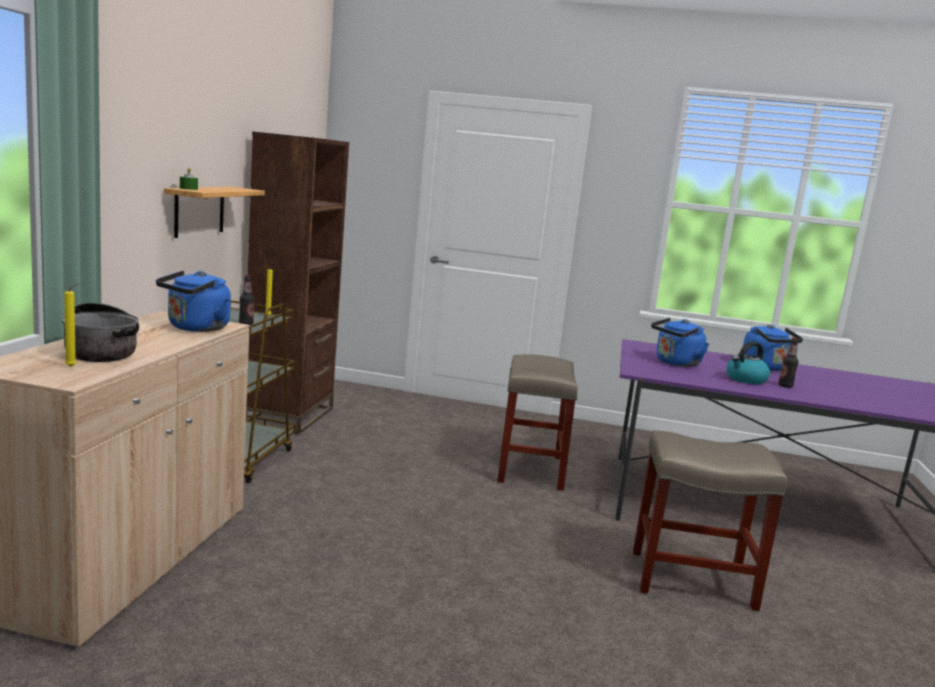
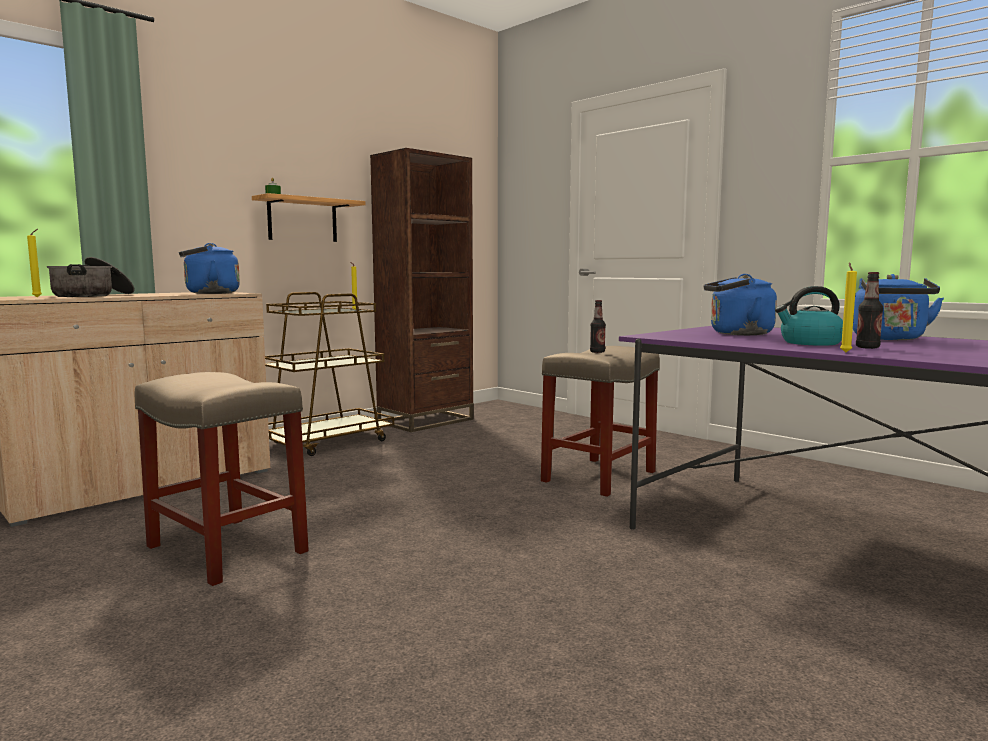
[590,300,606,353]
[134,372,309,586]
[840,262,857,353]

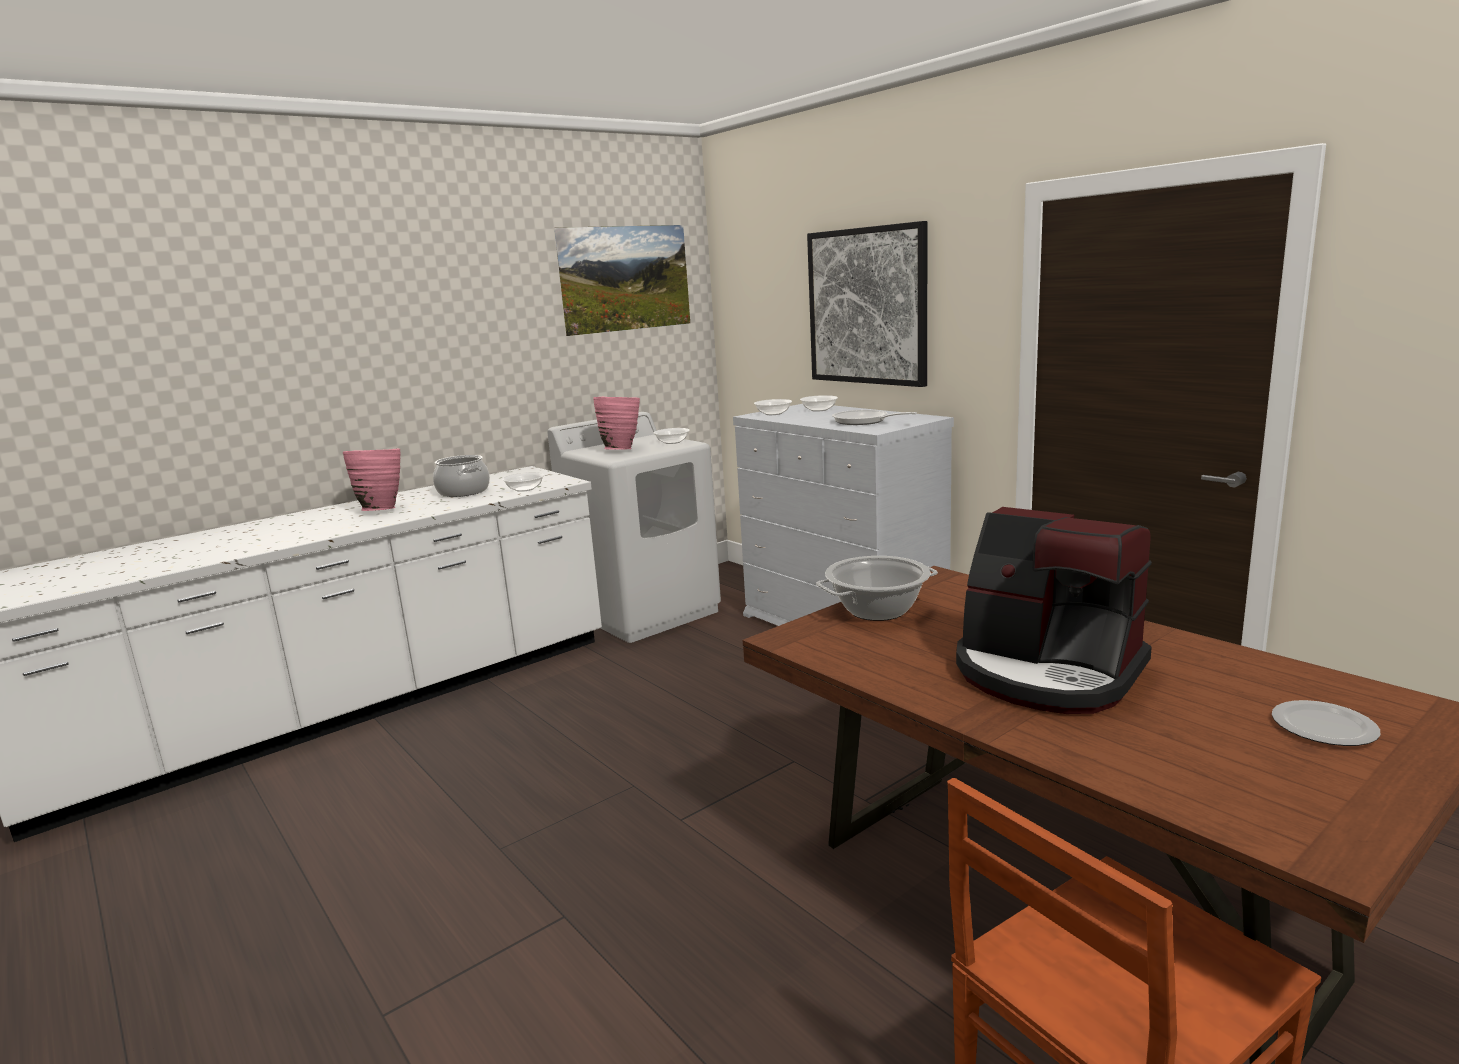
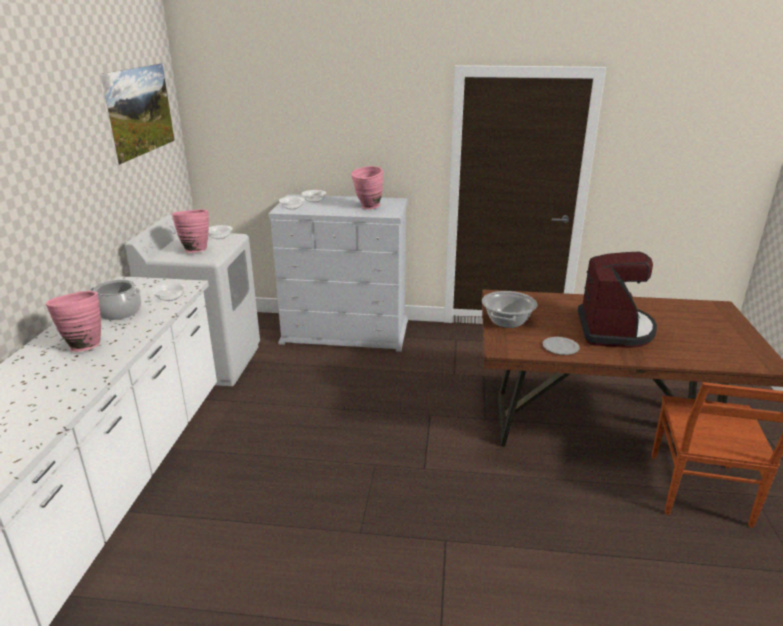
[807,221,927,387] (first image)
[351,166,383,209]
[578,252,657,348]
[542,337,580,355]

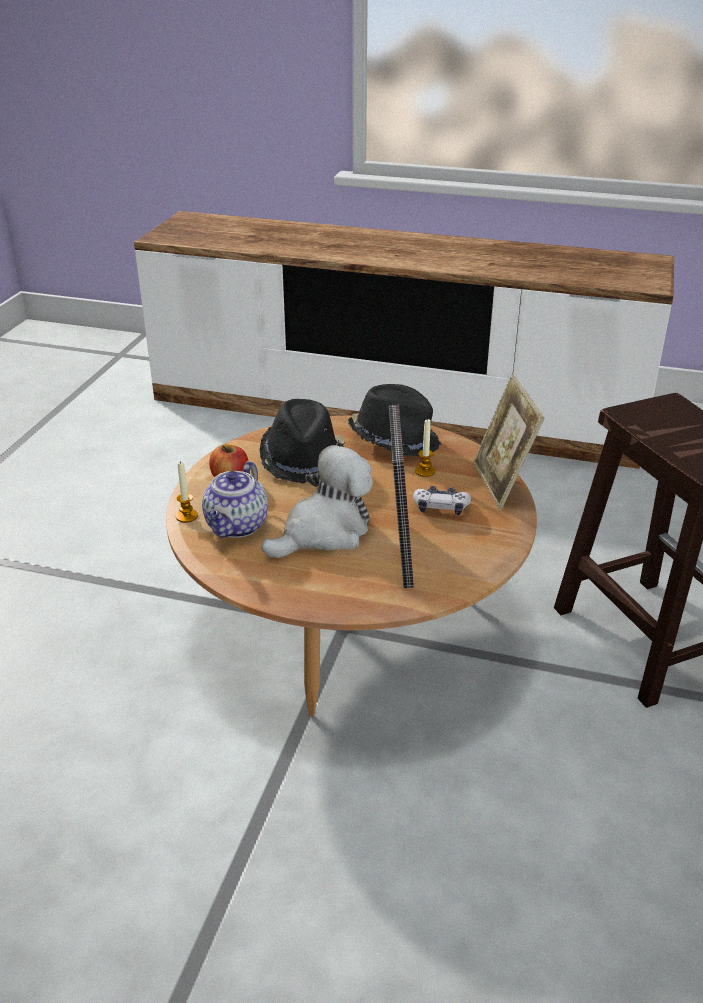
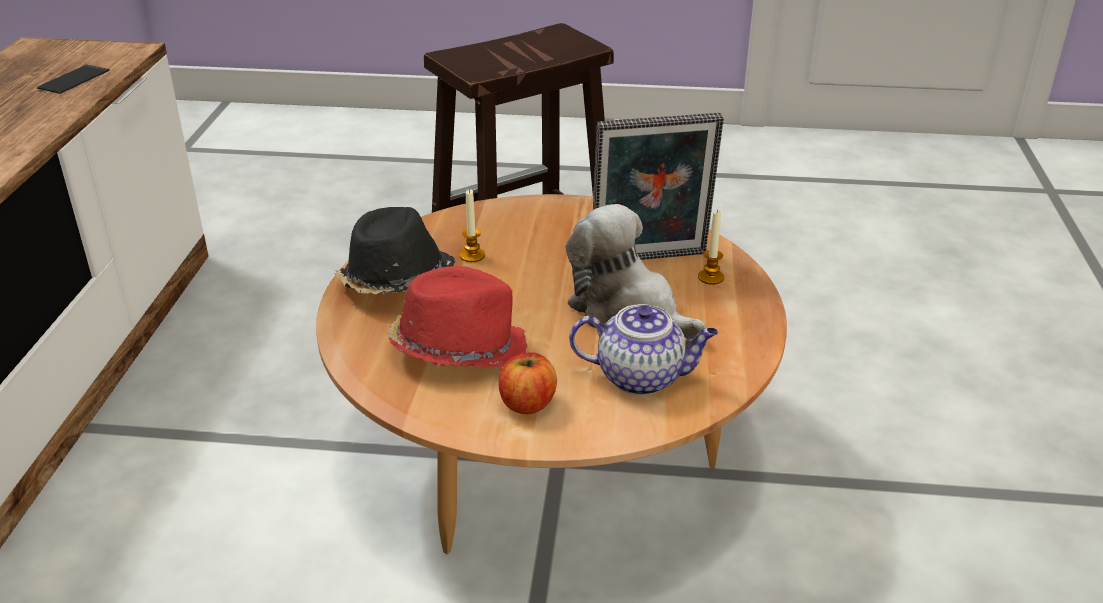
[473,375,545,509] (first image)
[387,266,527,367]
[698,209,724,285]
[413,486,471,515] (first image)
[37,64,110,94]

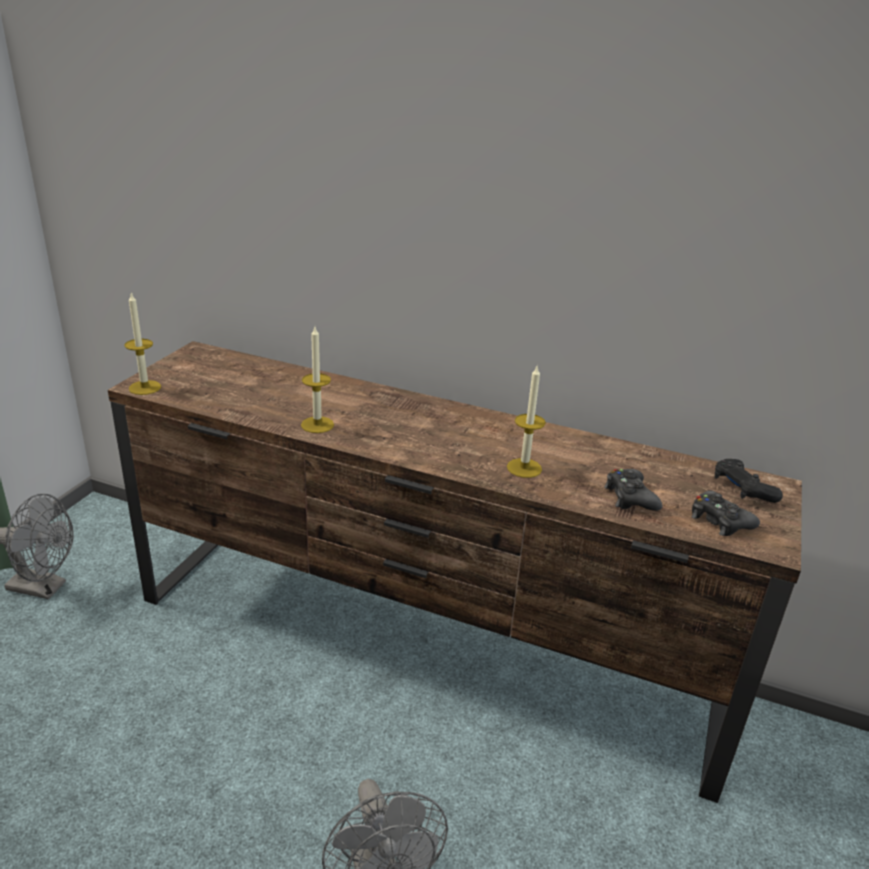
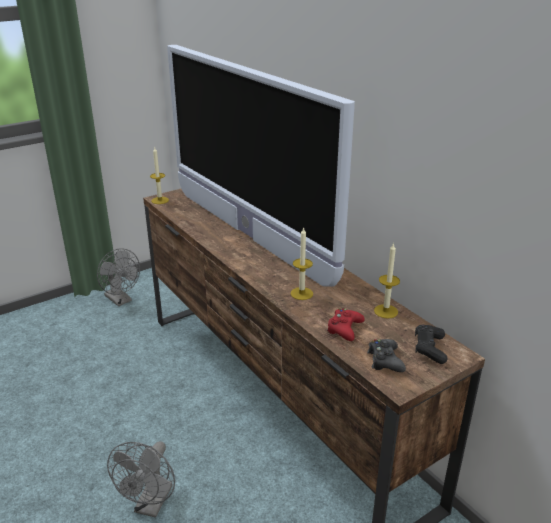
[374,243,400,319]
[327,308,365,341]
[167,45,355,287]

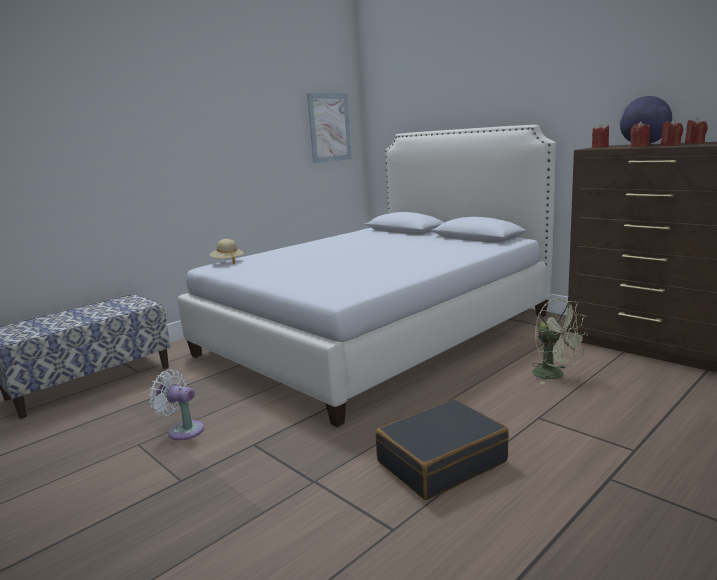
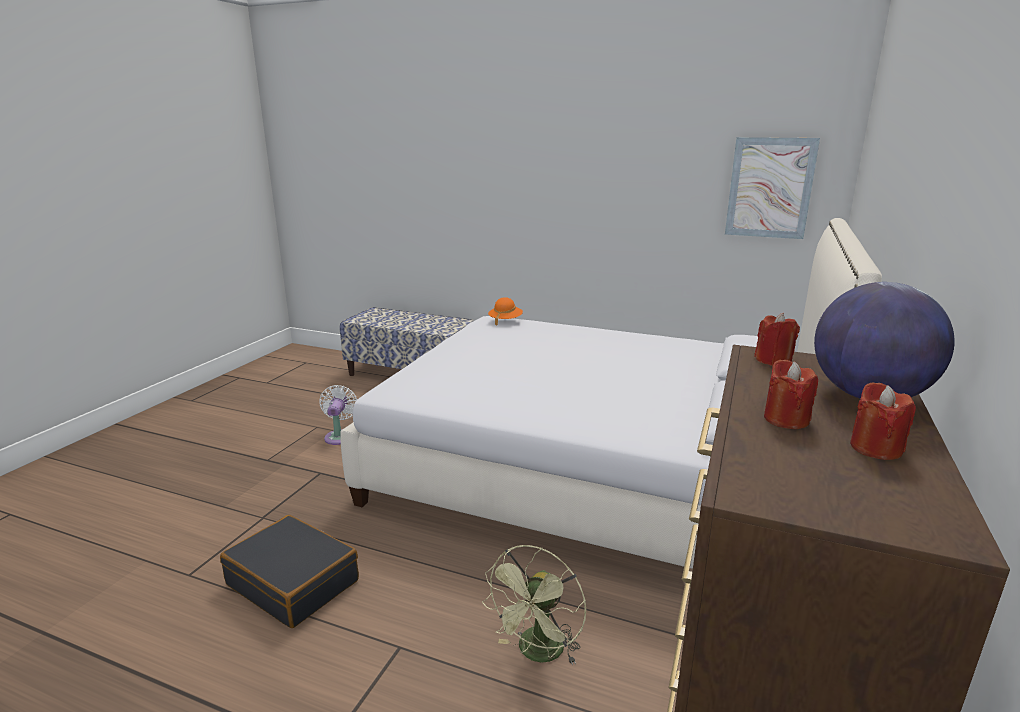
[630,122,650,148] (first image)
[488,297,523,325]

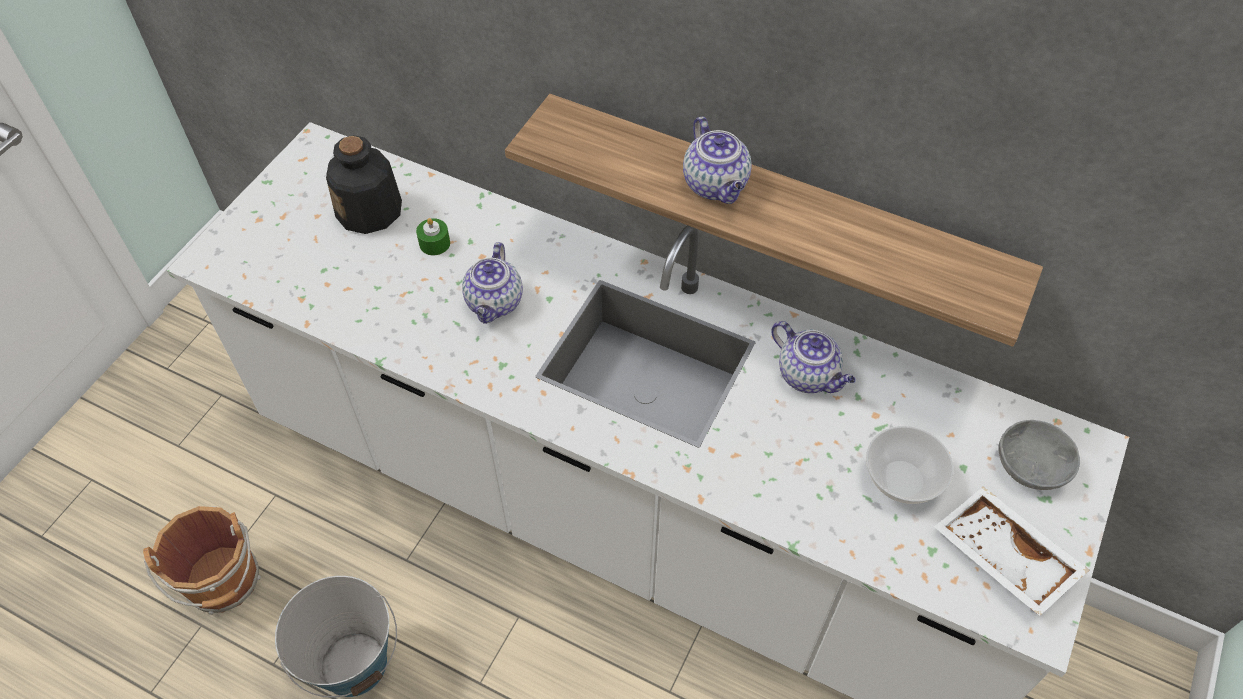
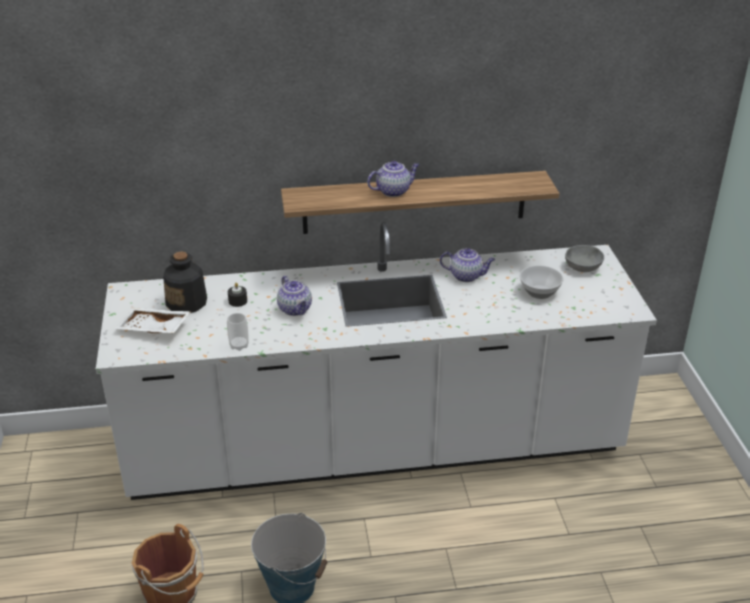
[367,161,420,197]
[228,283,247,307]
[115,308,191,333]
[227,313,249,351]

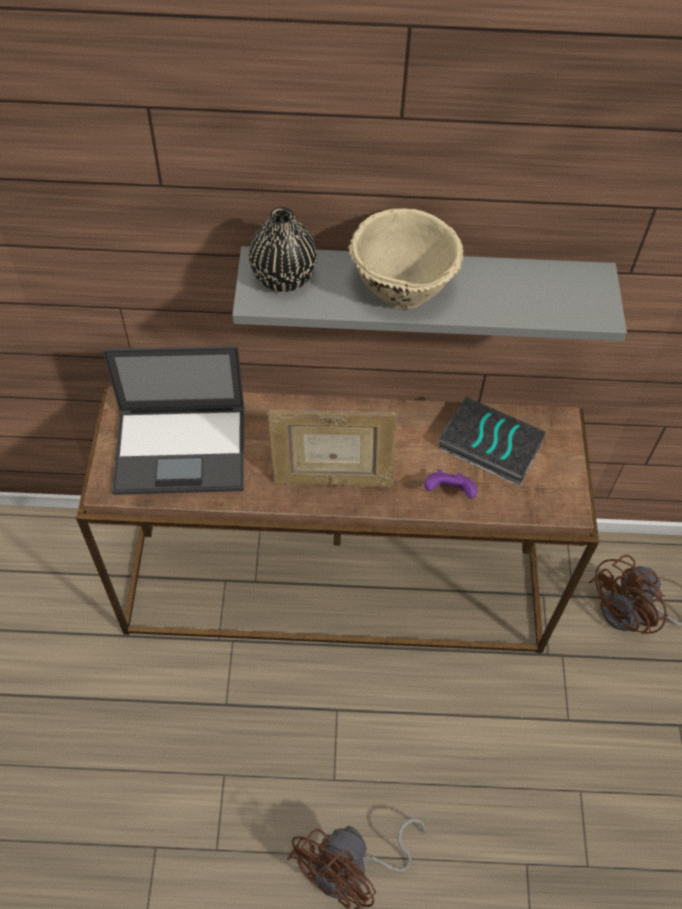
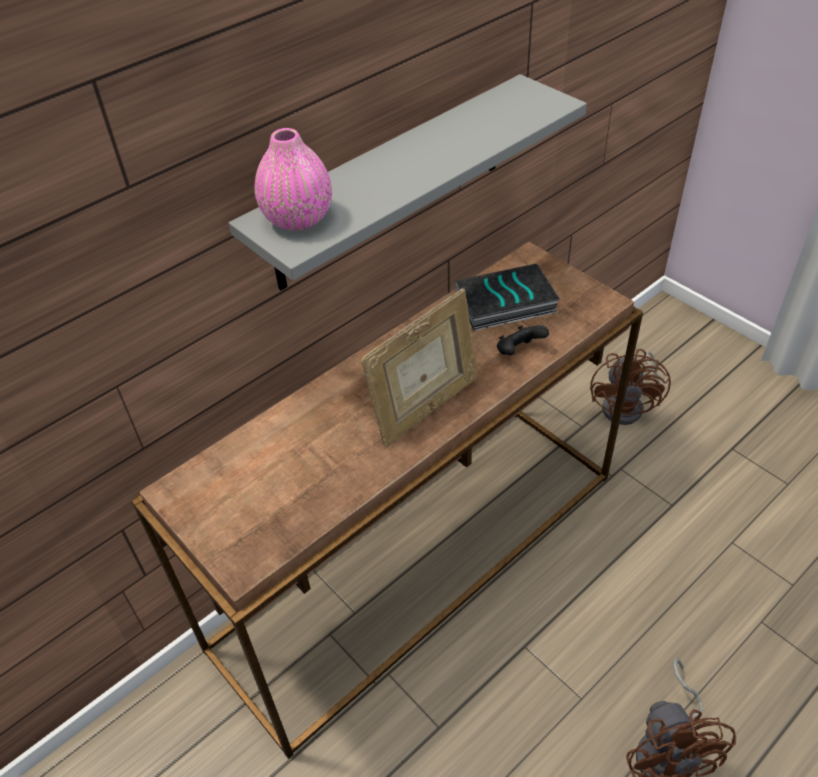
[255,128,332,231]
[348,208,464,309] (first image)
[102,346,244,495] (first image)
[497,325,549,355]

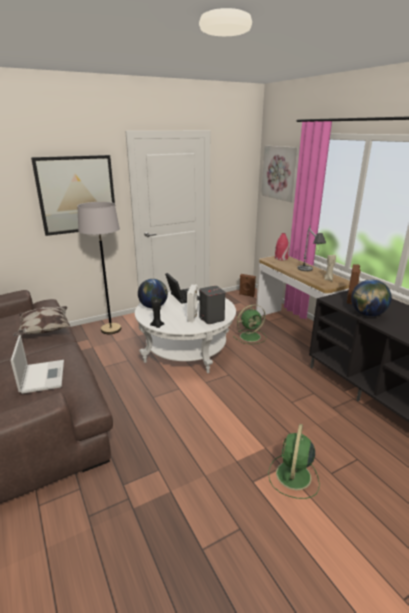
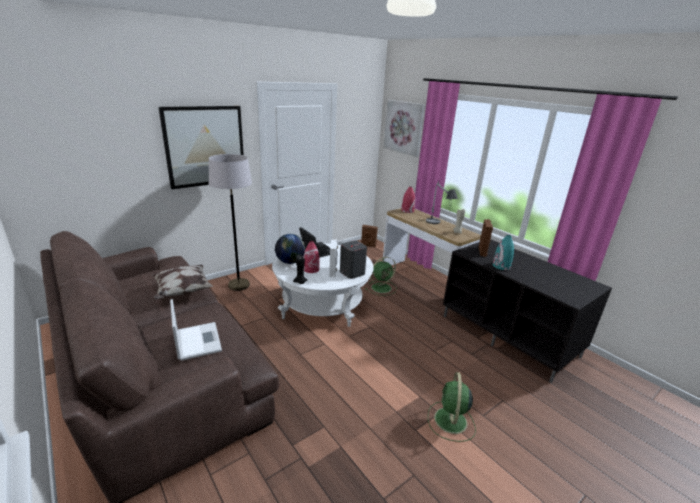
[493,235,514,270]
[304,241,320,273]

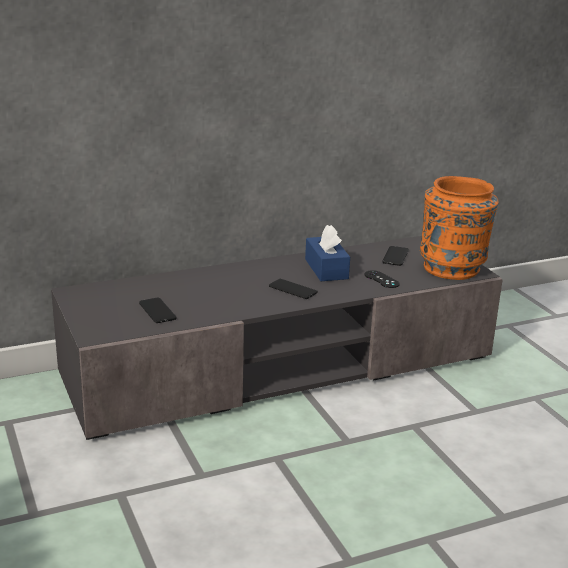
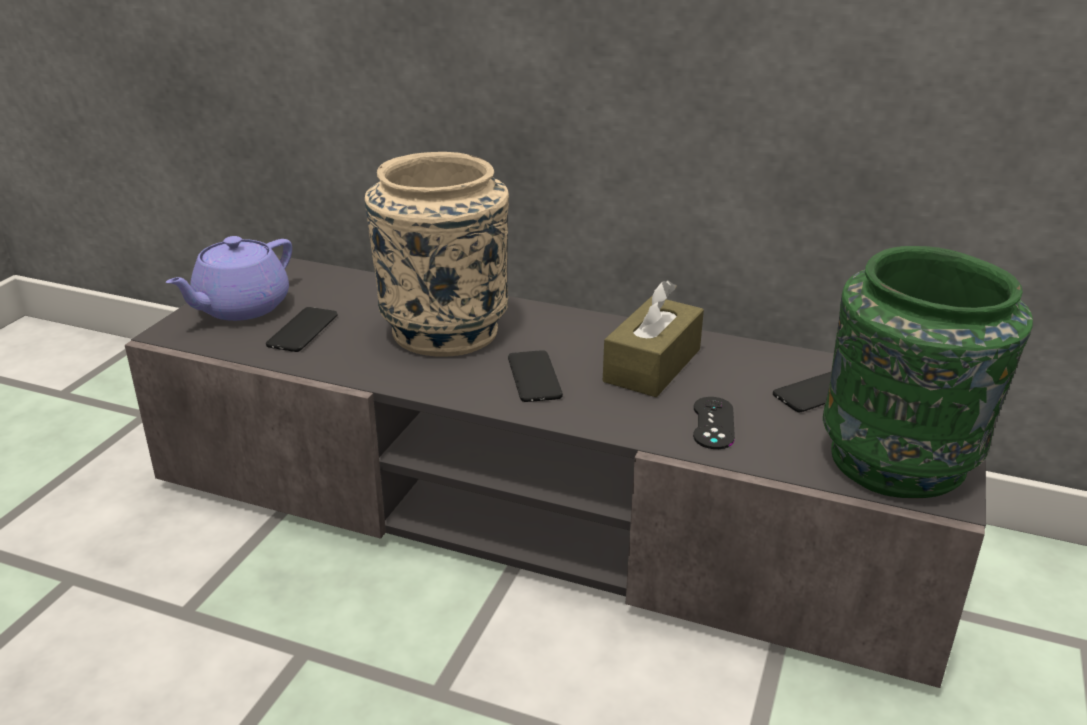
[823,246,1033,498]
[603,280,704,397]
[365,152,509,357]
[166,236,292,321]

